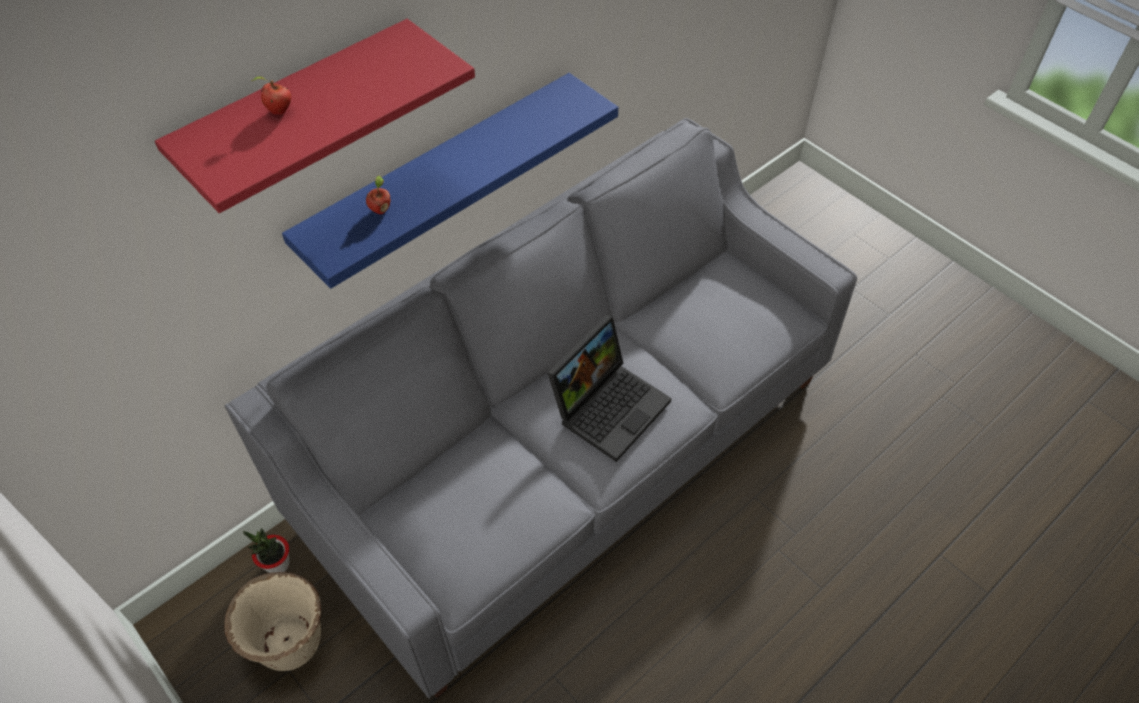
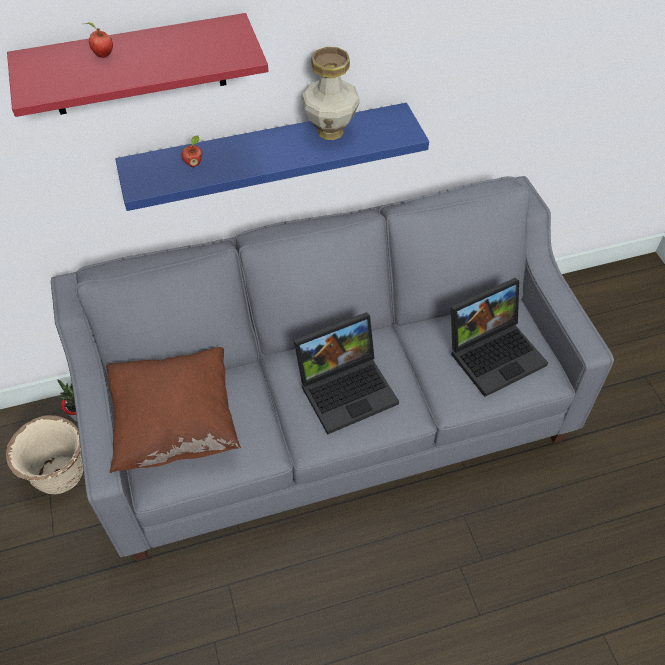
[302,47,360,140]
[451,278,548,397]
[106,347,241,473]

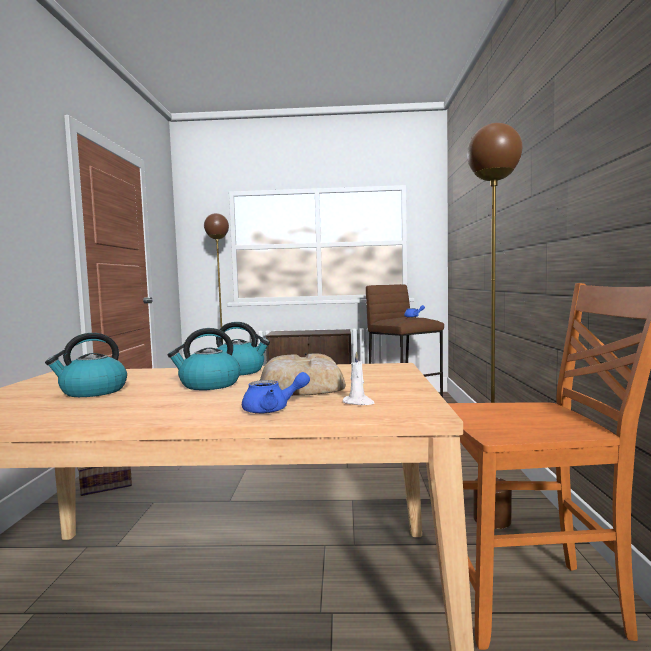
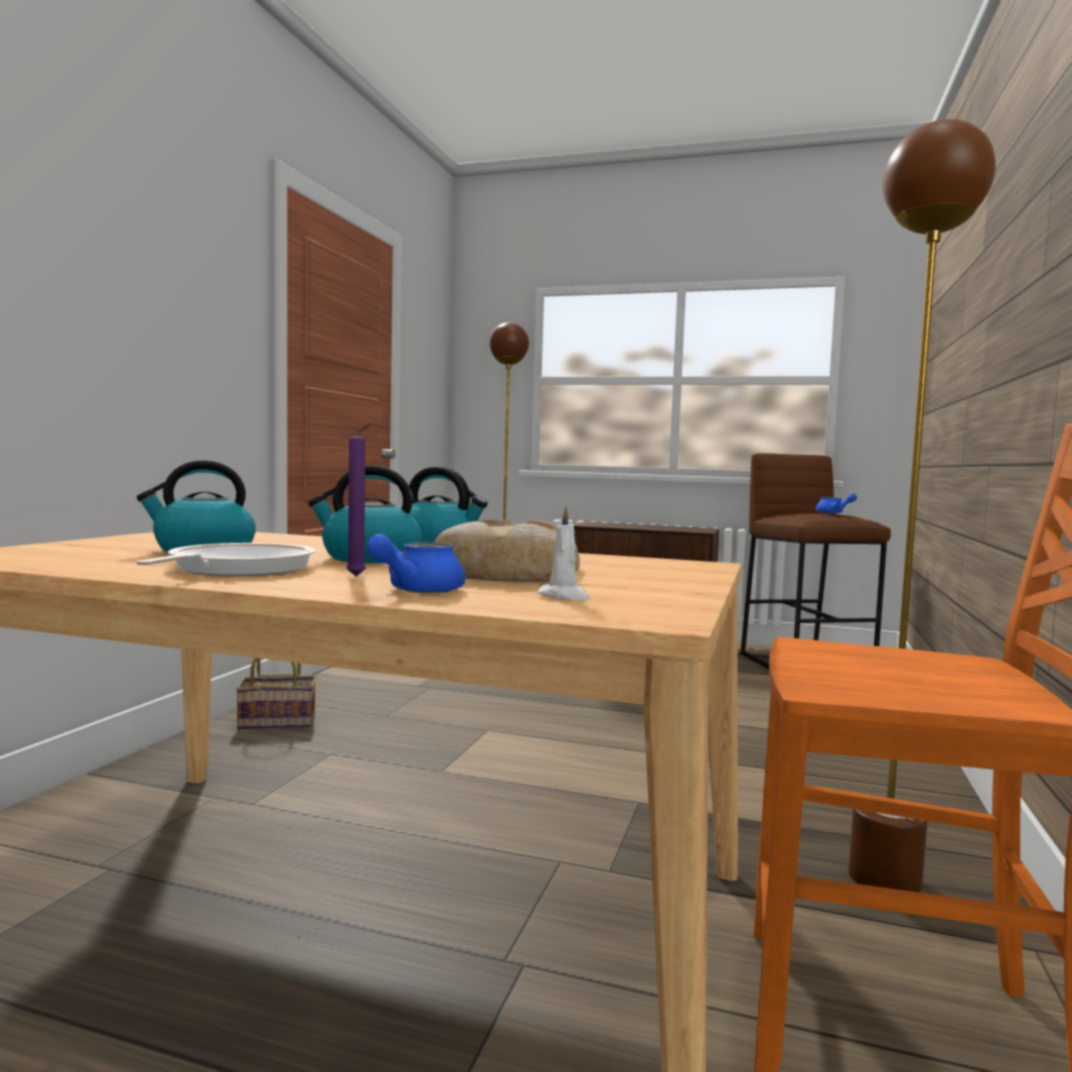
[366,534,465,593]
[346,422,372,577]
[136,543,316,576]

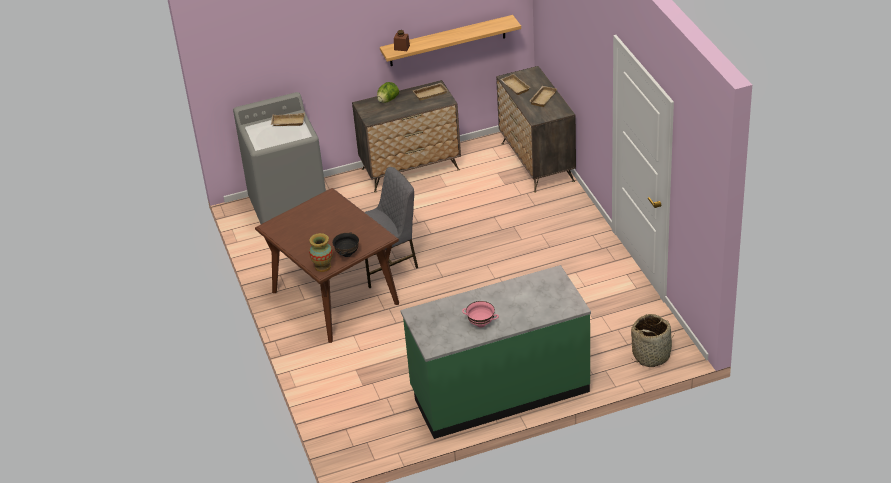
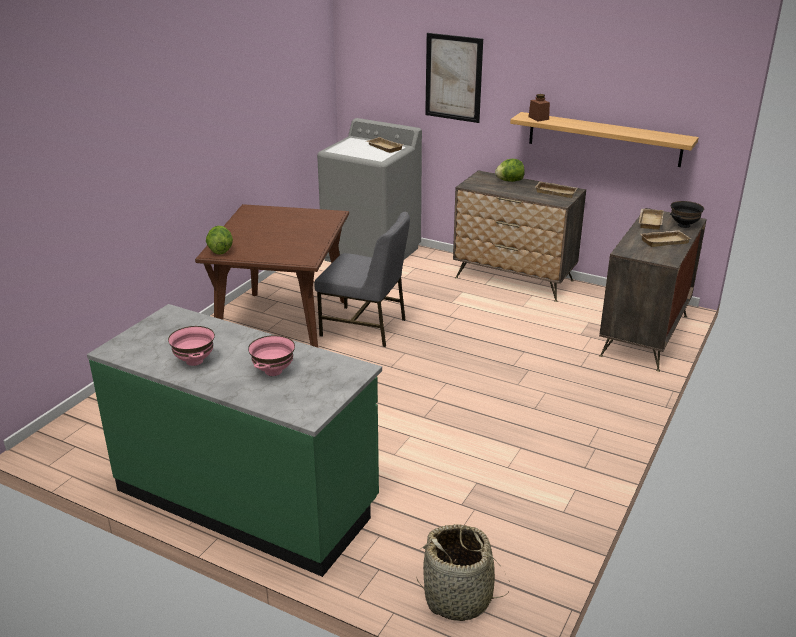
[670,201,704,228]
[206,226,233,255]
[425,33,483,123]
[248,335,295,376]

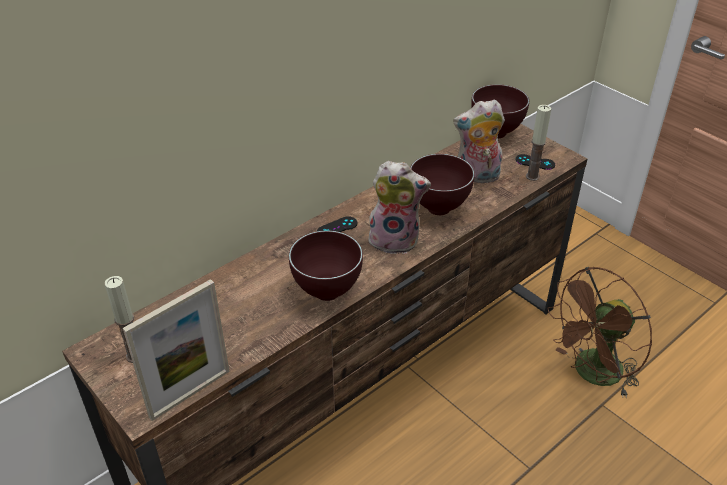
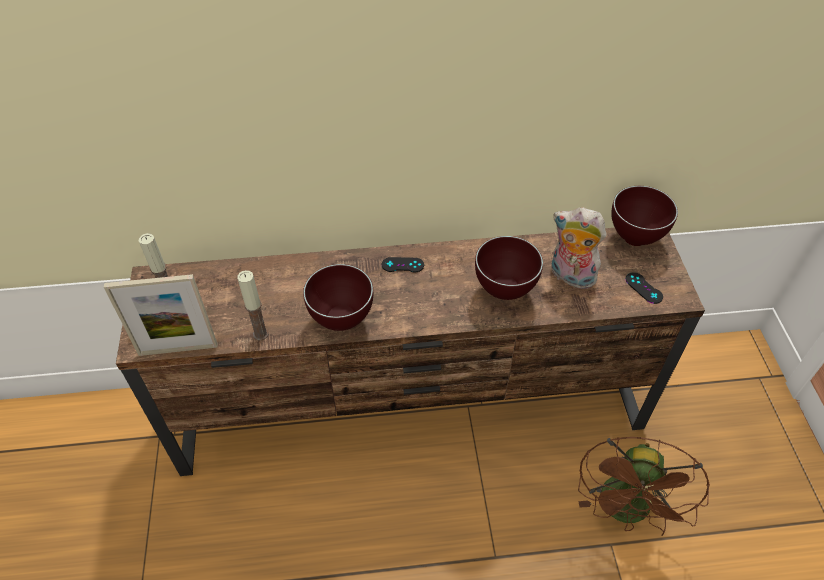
[237,270,269,340]
[368,161,431,254] (first image)
[578,437,710,536]

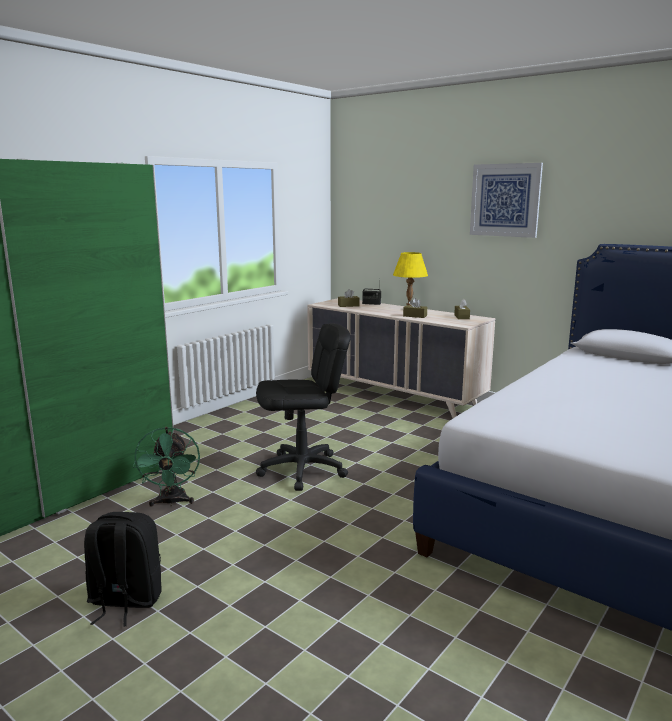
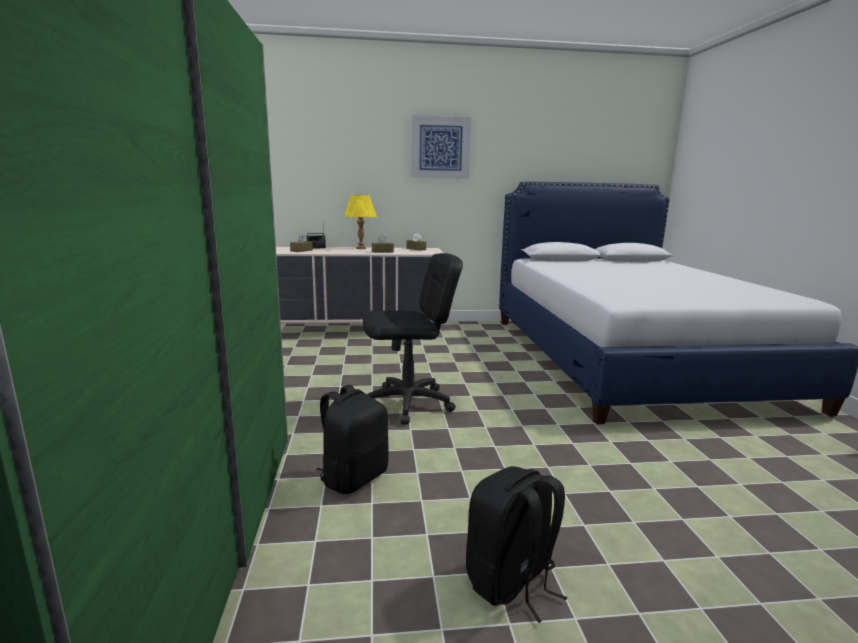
[363,253,463,425]
[316,385,389,494]

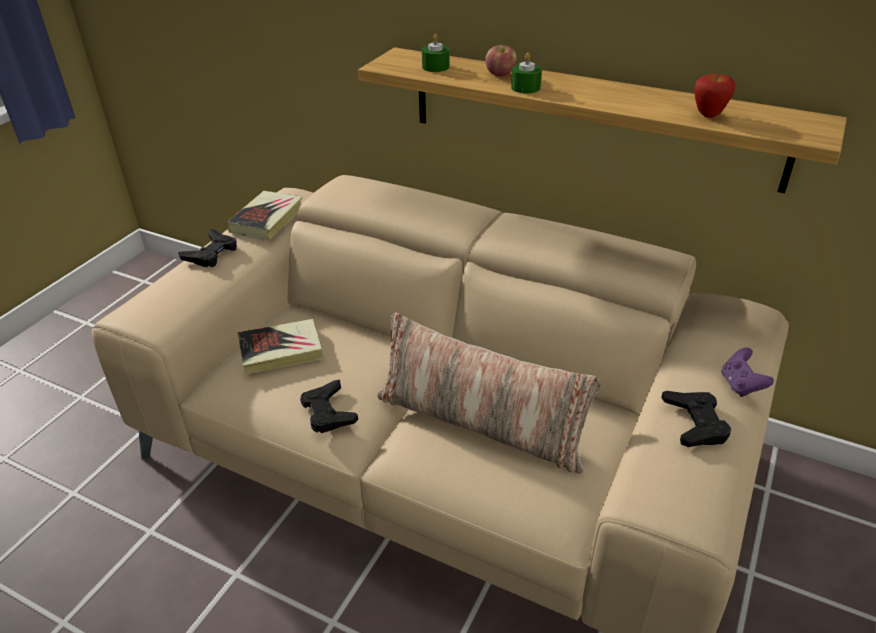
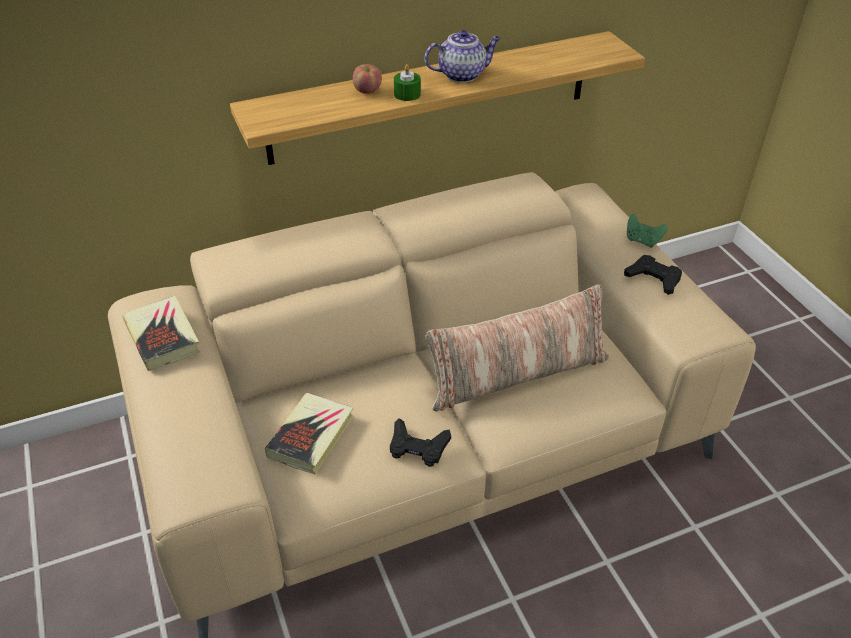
[422,34,449,72] (first image)
[694,74,736,118] (first image)
[178,229,237,267] (first image)
[627,214,668,248]
[424,30,501,83]

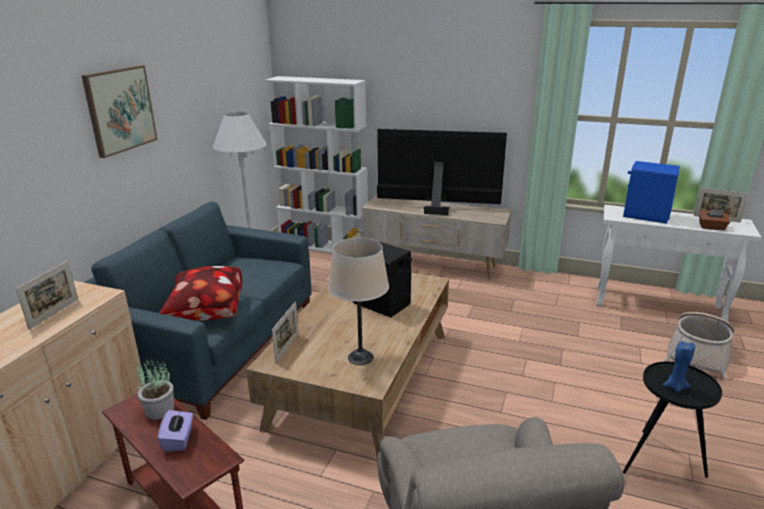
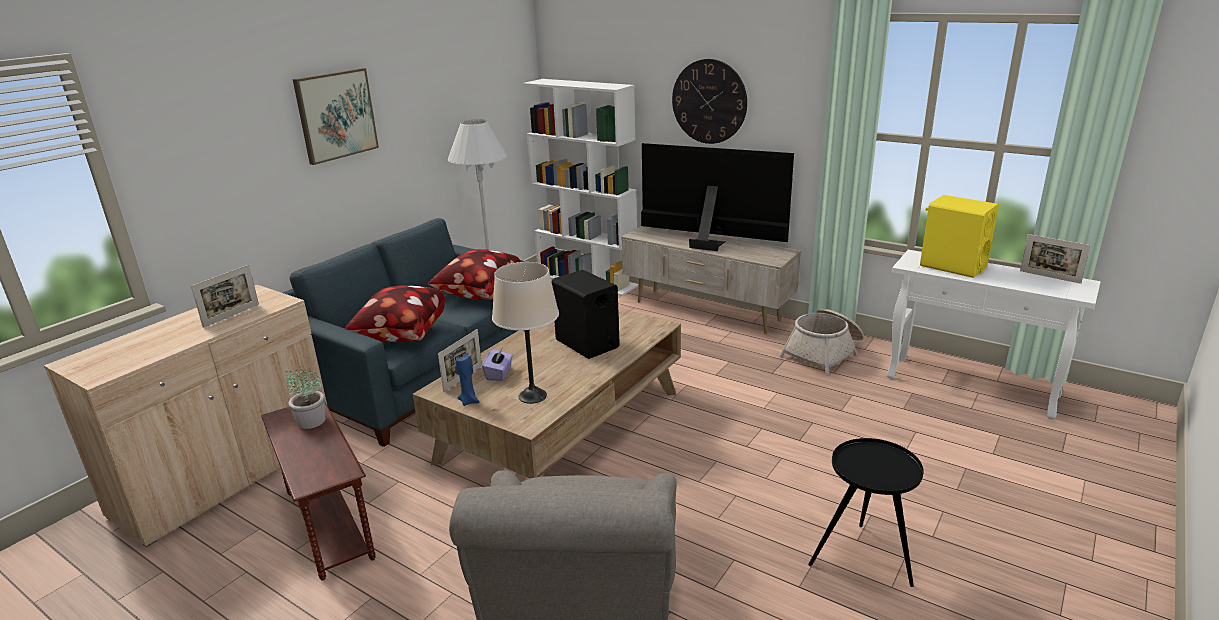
[920,195,999,278]
[699,209,730,230] (first image)
[779,309,864,375]
[456,354,479,406]
[482,349,513,381]
[672,59,747,144]
[428,249,521,300]

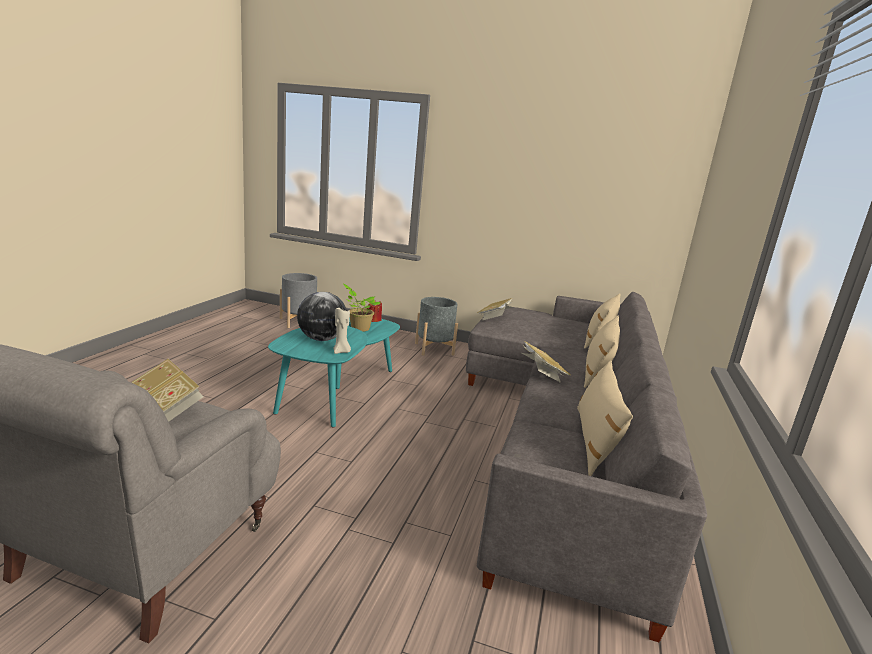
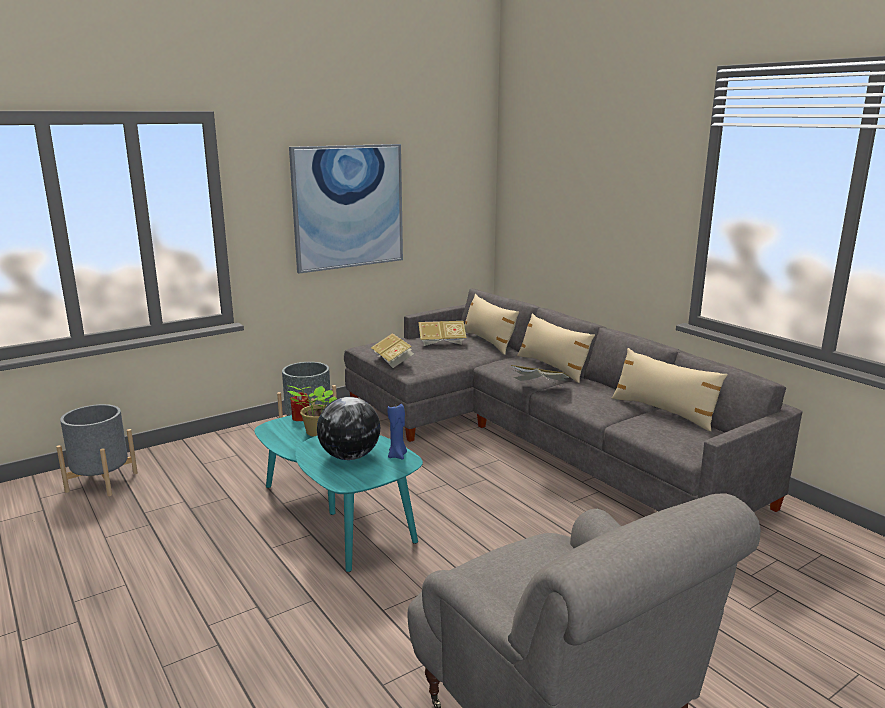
[387,404,407,459]
[418,321,467,346]
[289,144,403,274]

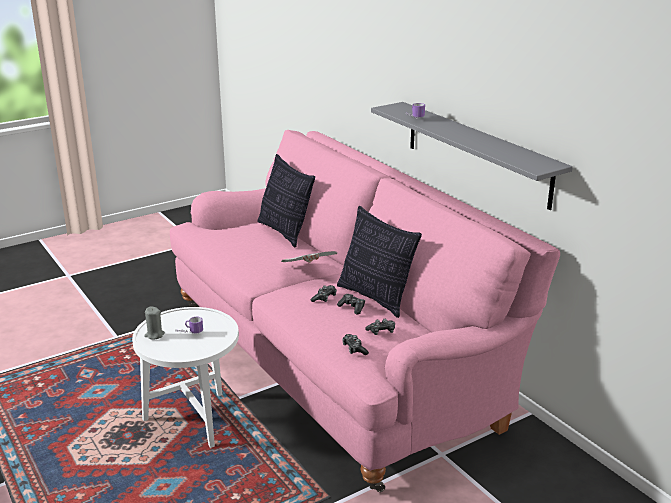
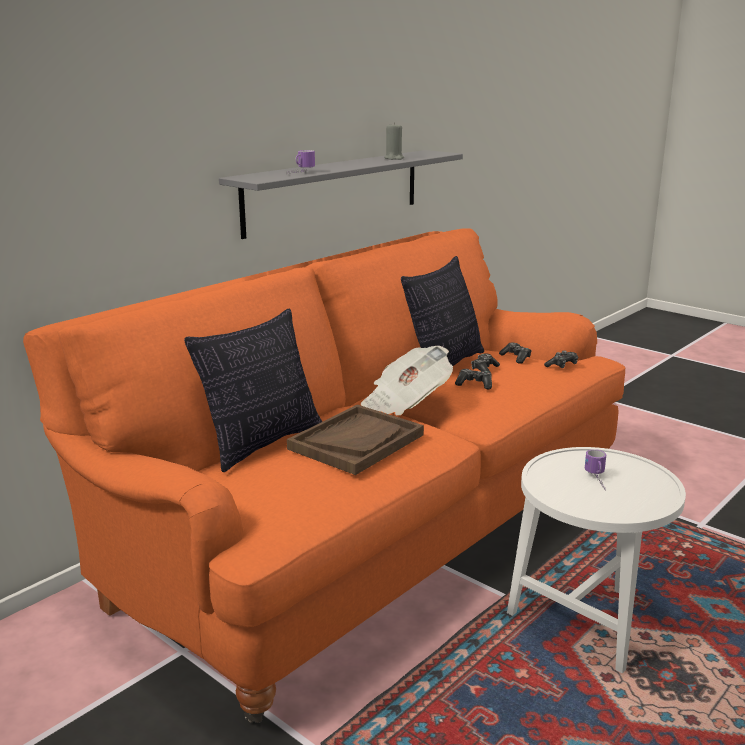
[23,228,625,723]
[384,122,404,160]
[287,405,424,475]

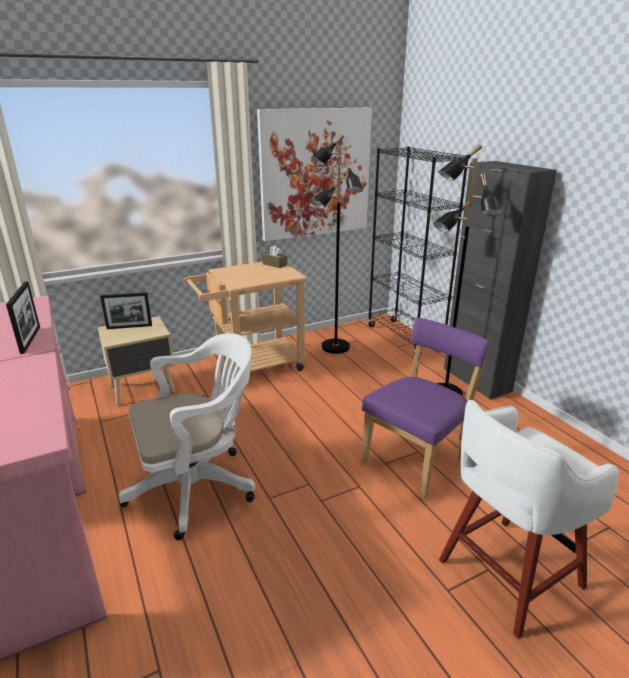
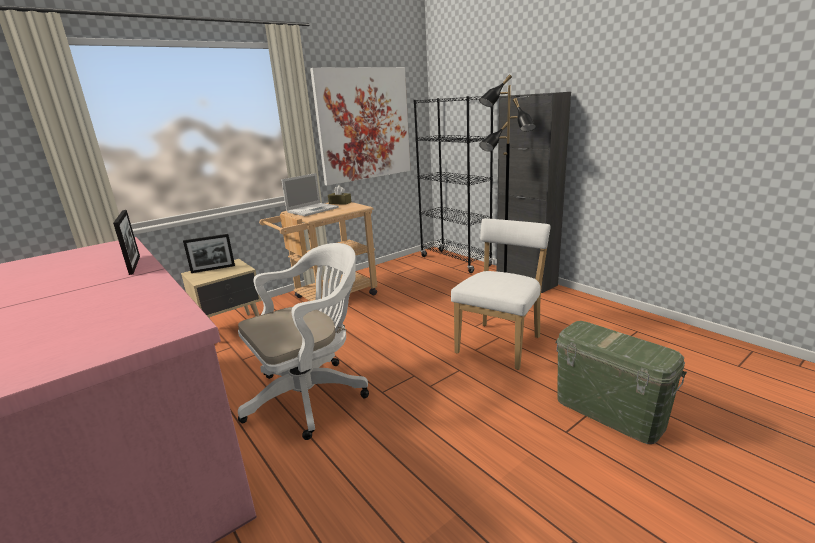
[311,134,363,354] (first image)
[451,218,551,370]
[556,321,687,444]
[281,173,339,216]

